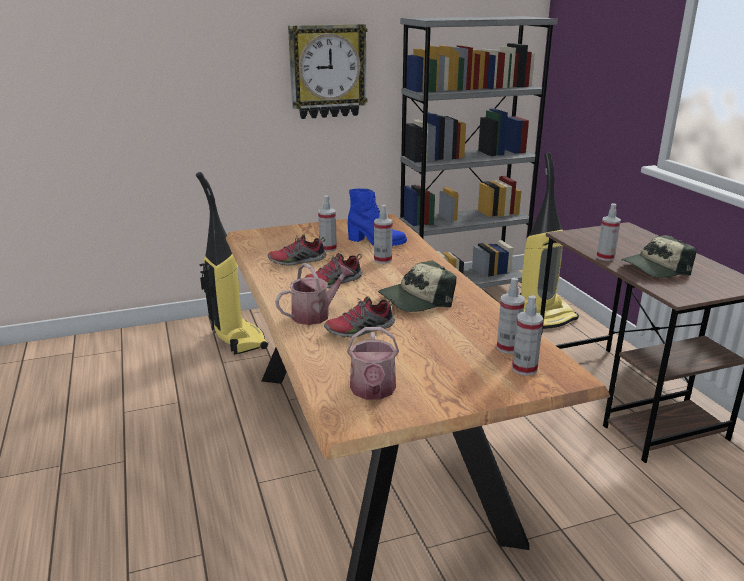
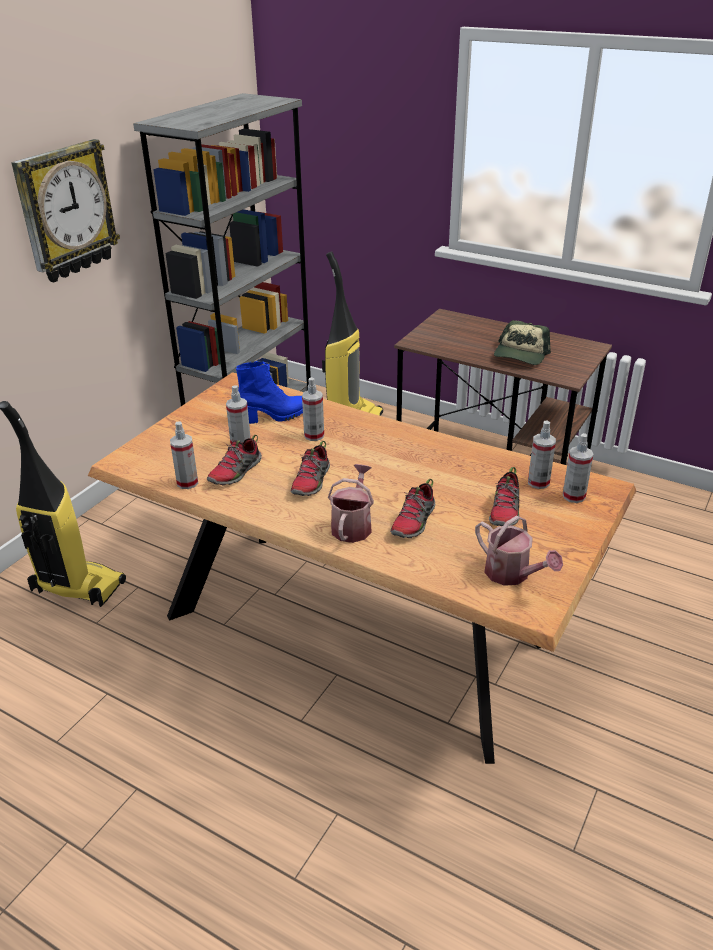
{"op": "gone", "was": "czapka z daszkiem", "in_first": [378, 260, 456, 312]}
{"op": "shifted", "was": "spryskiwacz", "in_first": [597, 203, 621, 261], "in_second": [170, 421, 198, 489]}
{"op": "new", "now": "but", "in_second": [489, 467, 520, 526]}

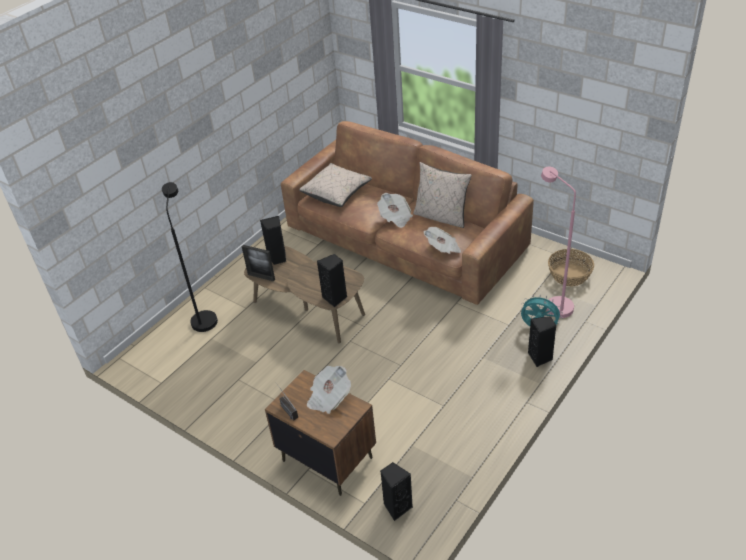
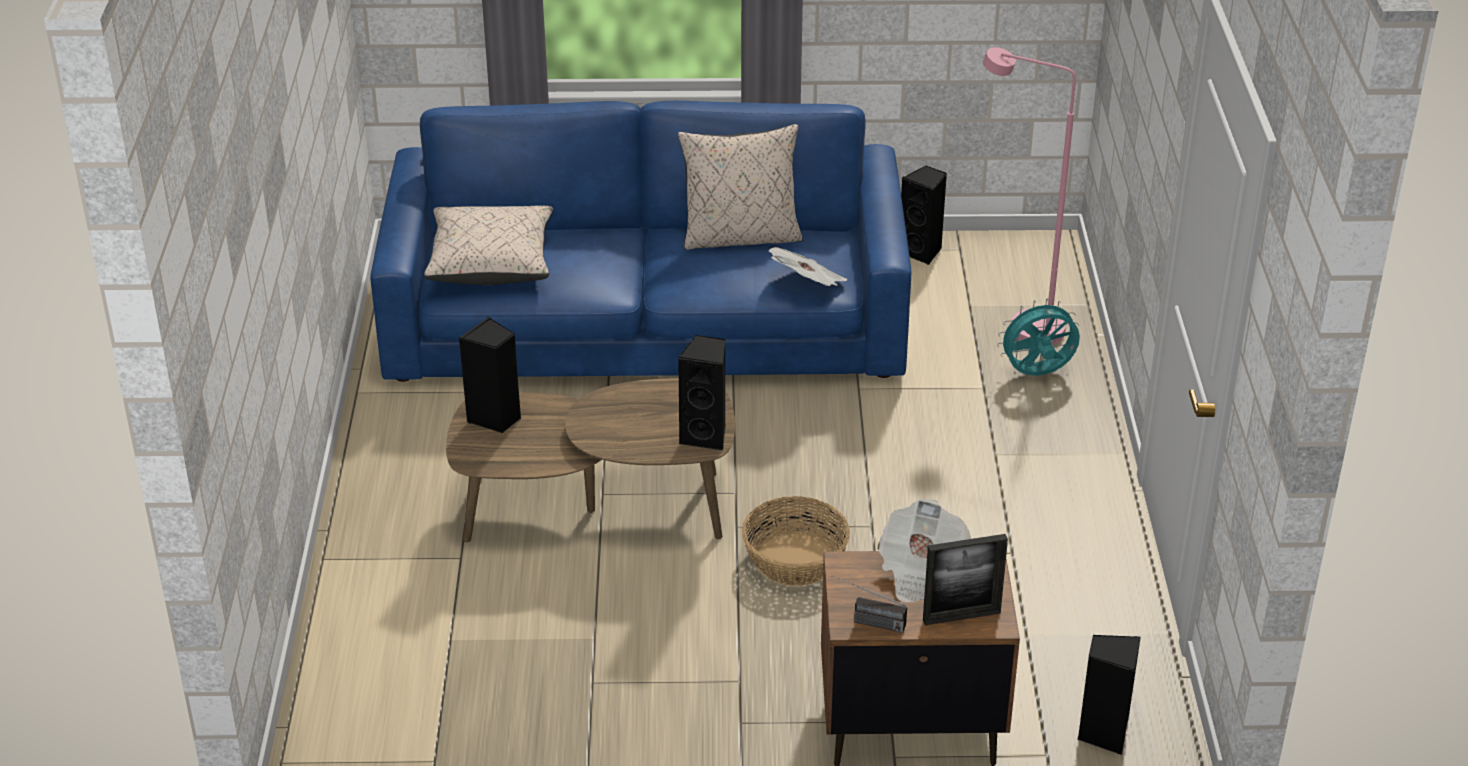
{"op": "gone", "was": "lampa stojąca (czarny)", "in_first": [162, 182, 218, 332]}
{"op": "shifted", "was": "ramka na zdjęcie", "in_first": [242, 245, 275, 281], "in_second": [923, 534, 1008, 625]}
{"op": "repainted", "was": "kanapa (brązowy)", "now": "kanapa (niebieski)", "in_first": [281, 121, 534, 305], "in_second": [370, 101, 911, 382]}
{"op": "gone", "was": "gazeta", "in_first": [377, 193, 413, 228]}
{"op": "shifted", "was": "głośnik (czarny)", "in_first": [528, 316, 557, 367], "in_second": [901, 165, 947, 265]}
{"op": "shifted", "was": "koszyk", "in_first": [548, 249, 594, 286], "in_second": [742, 496, 850, 586]}

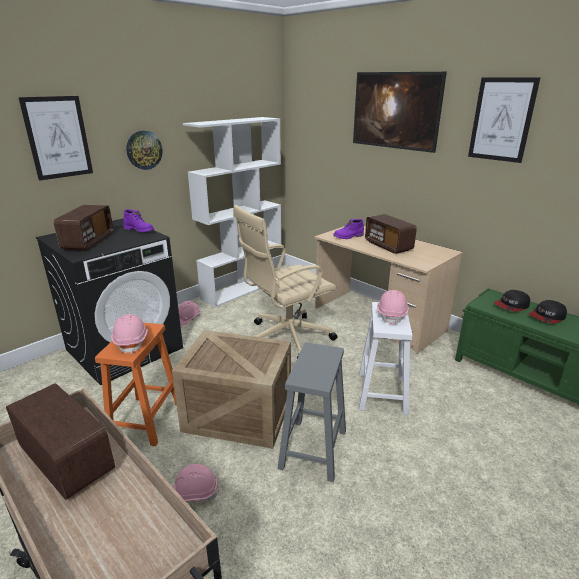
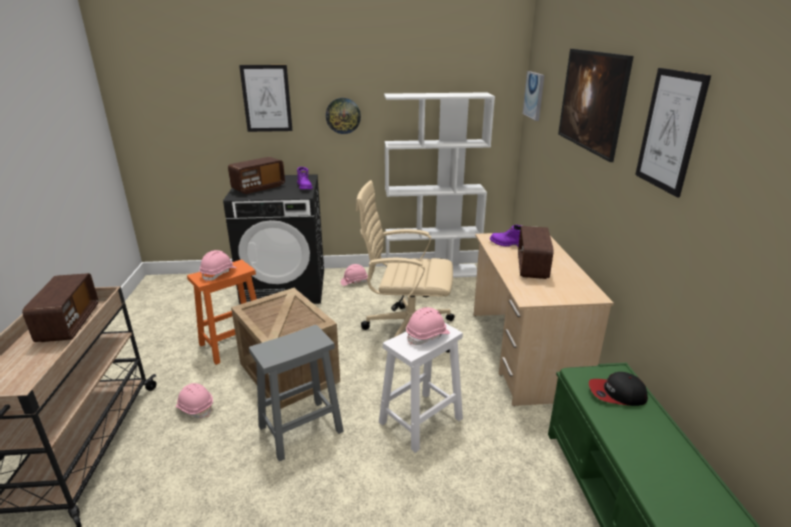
{"op": "gone", "was": "czapka z daszkiem", "in_first": [529, 300, 567, 323]}
{"op": "new", "now": "obraz", "in_second": [523, 71, 544, 121]}

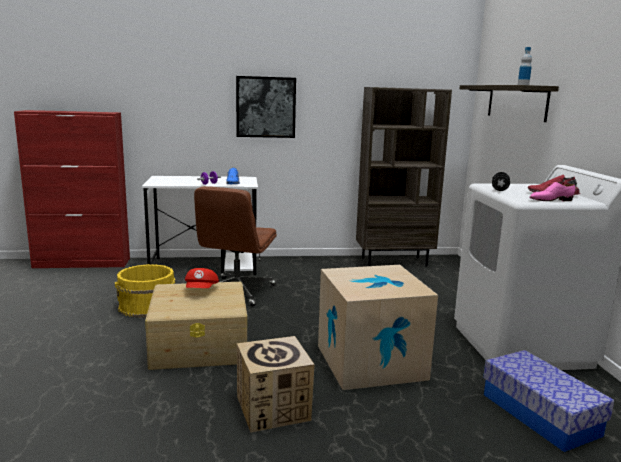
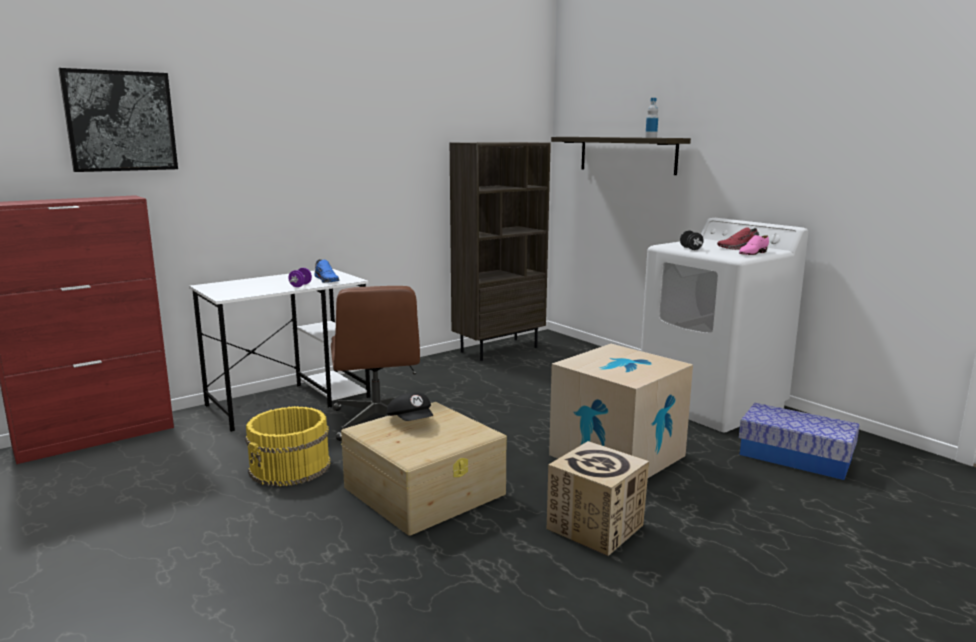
{"op": "repainted", "was": "czapka z daszkiem (czerwony)", "now": "czapka z daszkiem (czarny)", "in_first": [185, 268, 219, 288], "in_second": [387, 392, 433, 421]}
{"op": "shifted", "was": "obraz", "in_first": [236, 76, 296, 138], "in_second": [58, 68, 178, 172]}

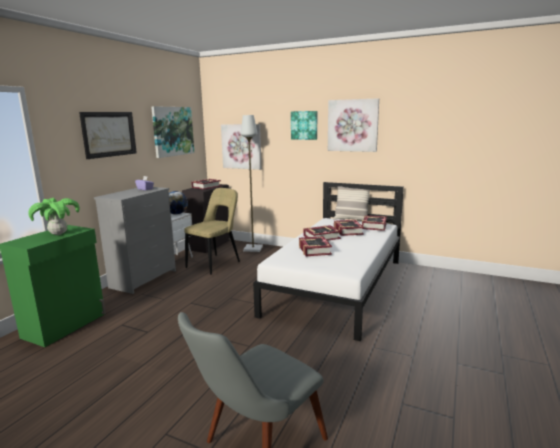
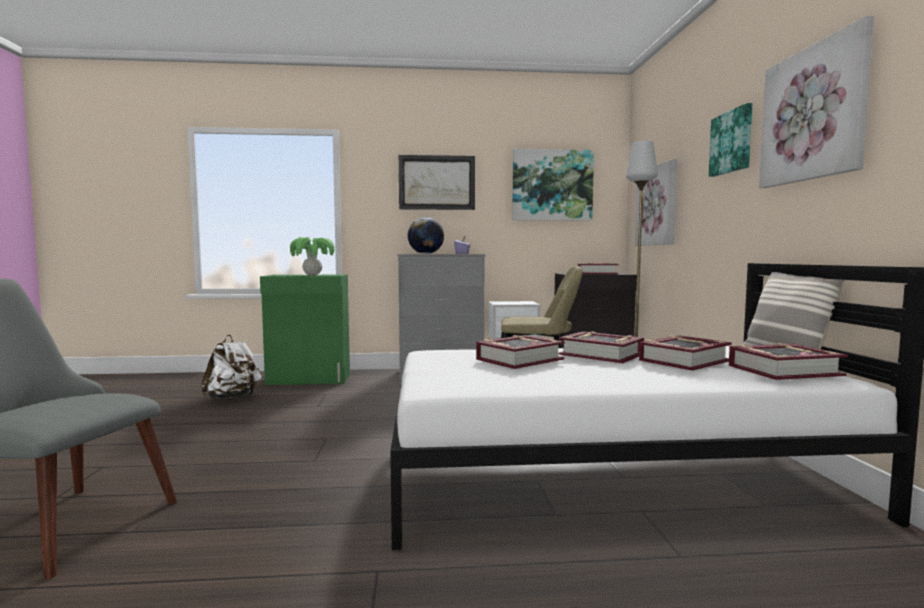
{"op": "shifted", "was": "globus", "in_first": [169, 191, 188, 215], "in_second": [408, 217, 444, 254]}
{"op": "new", "now": "plecak (biały)", "in_second": [201, 335, 261, 399]}

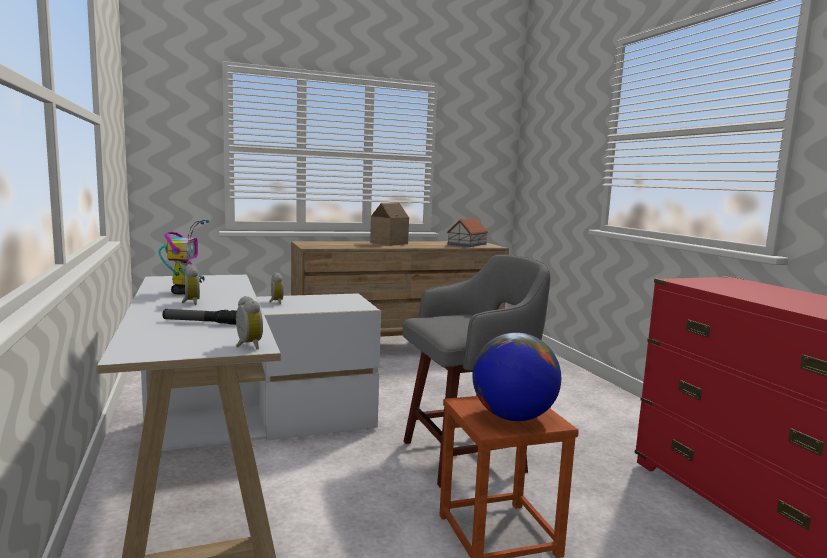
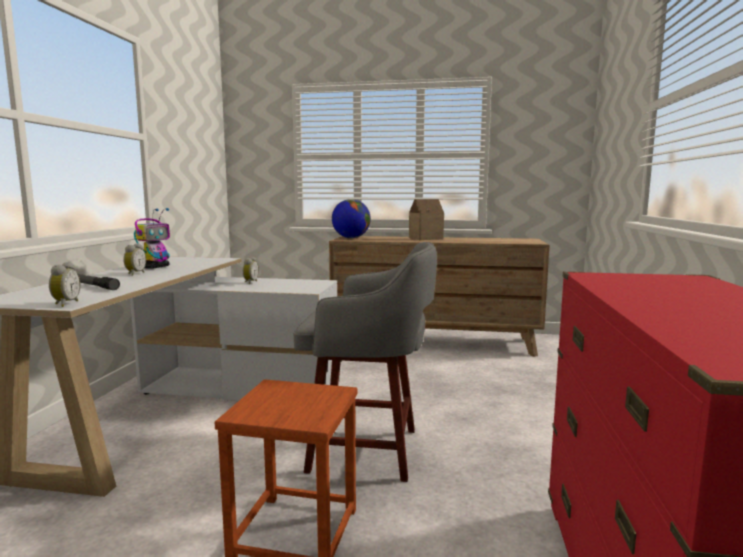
{"op": "gone", "was": "domek", "in_first": [447, 218, 488, 247]}
{"op": "shifted", "was": "globus", "in_first": [472, 332, 561, 421], "in_second": [332, 199, 371, 238]}

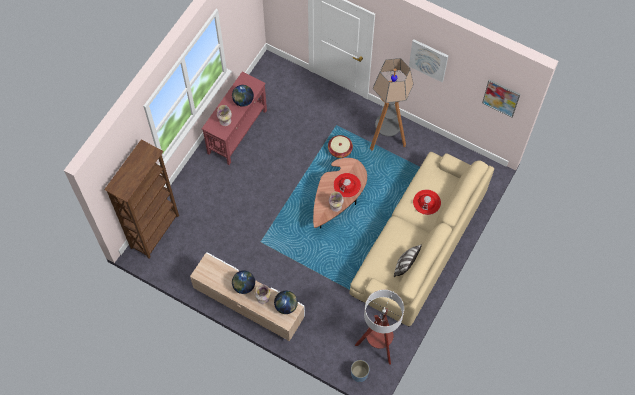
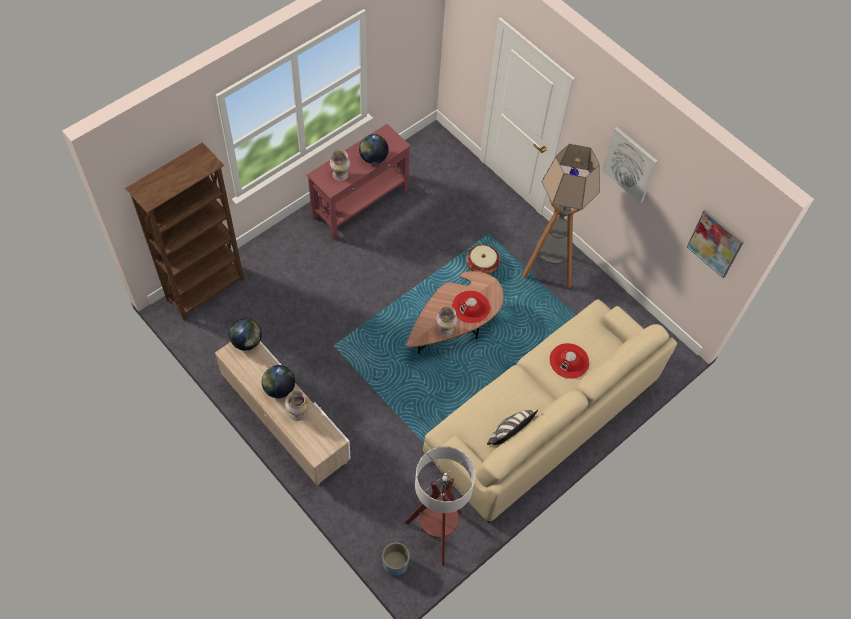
{"op": "shifted", "was": "globus", "in_first": [274, 291, 298, 314], "in_second": [229, 318, 262, 351]}

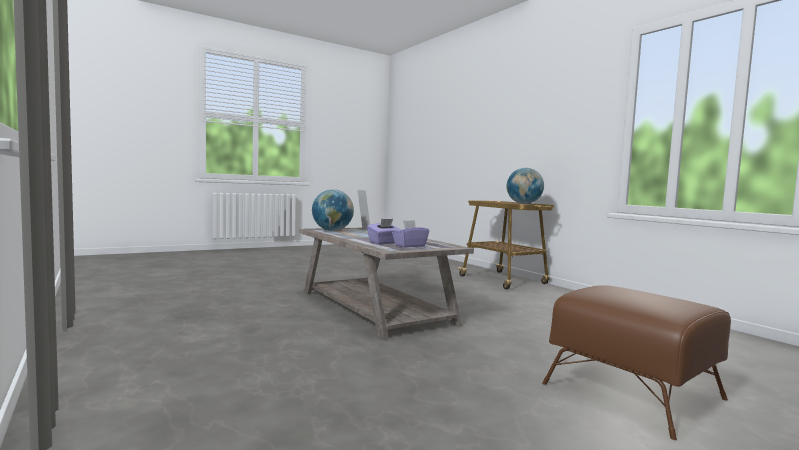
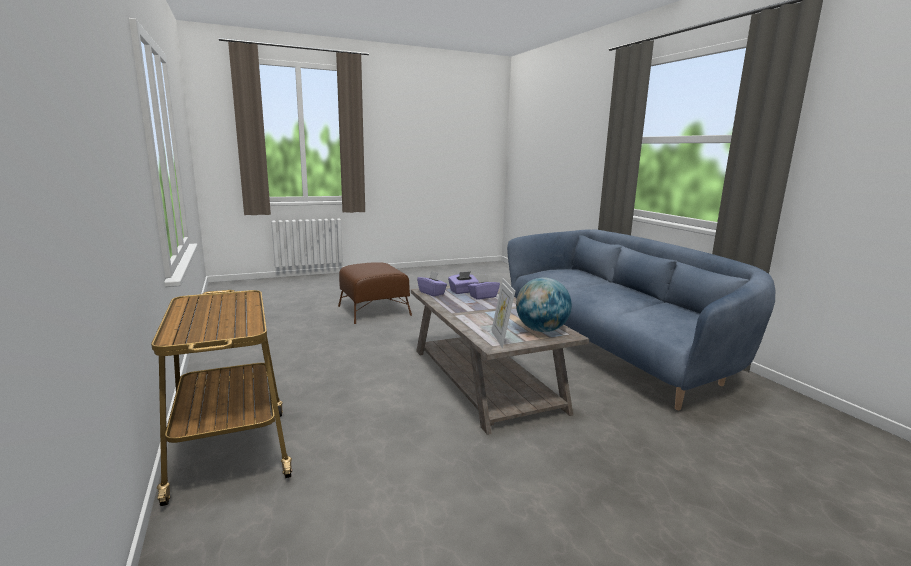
{"op": "gone", "was": "globus", "in_first": [507, 168, 544, 204]}
{"op": "new", "now": "pudełko chusteczek (fioletowy)", "in_second": [417, 271, 447, 297]}
{"op": "new", "now": "kanapa (niebieski)", "in_second": [507, 229, 775, 410]}

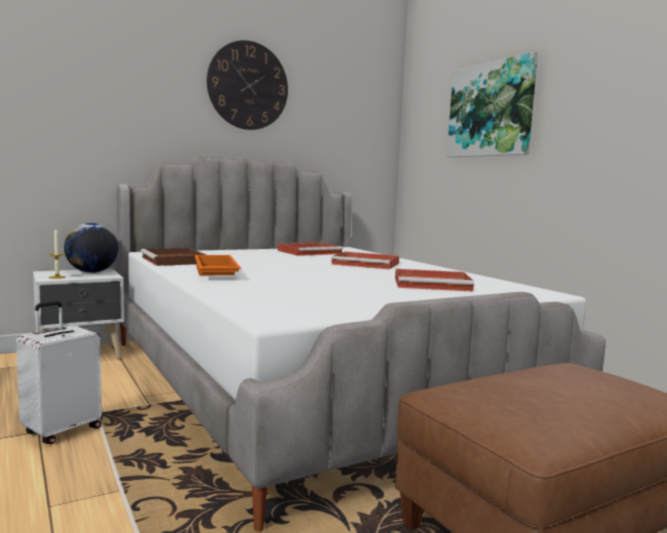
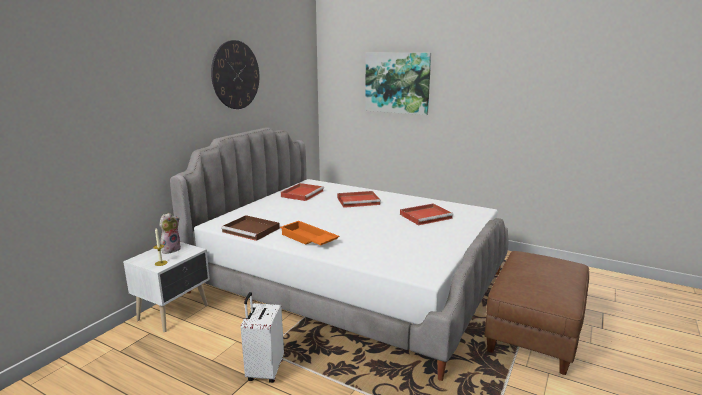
{"op": "swapped", "was": "globus", "now": "pluszak", "in_first": [64, 223, 118, 273], "in_second": [160, 213, 181, 254]}

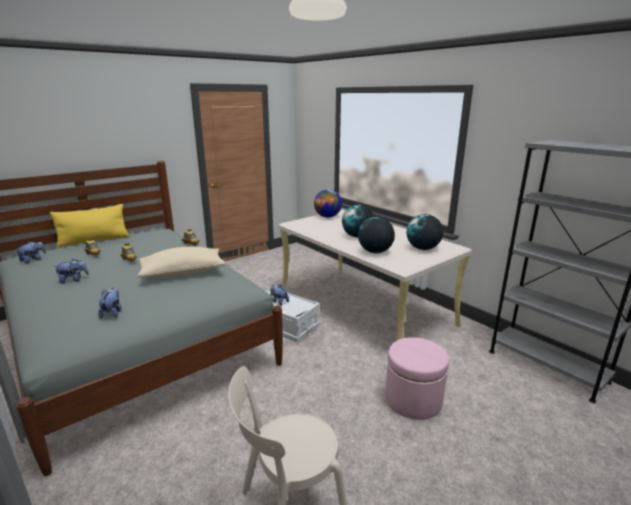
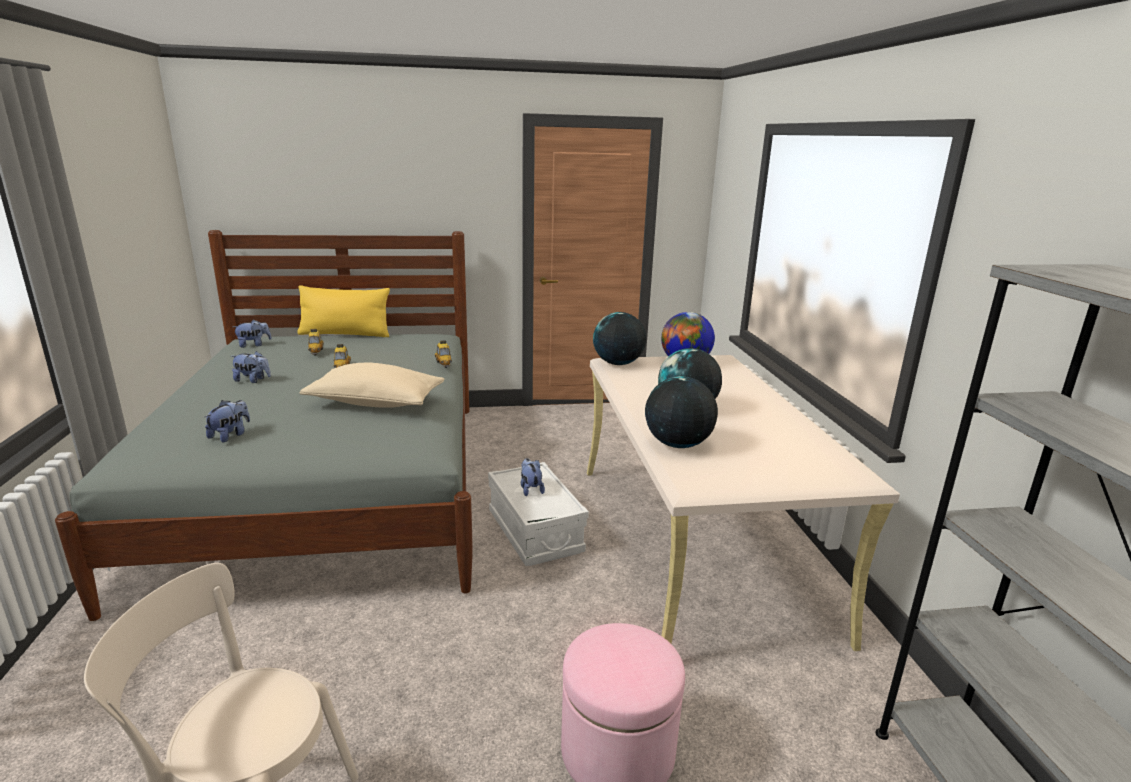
{"op": "shifted", "was": "globus", "in_first": [407, 214, 443, 250], "in_second": [593, 312, 646, 365]}

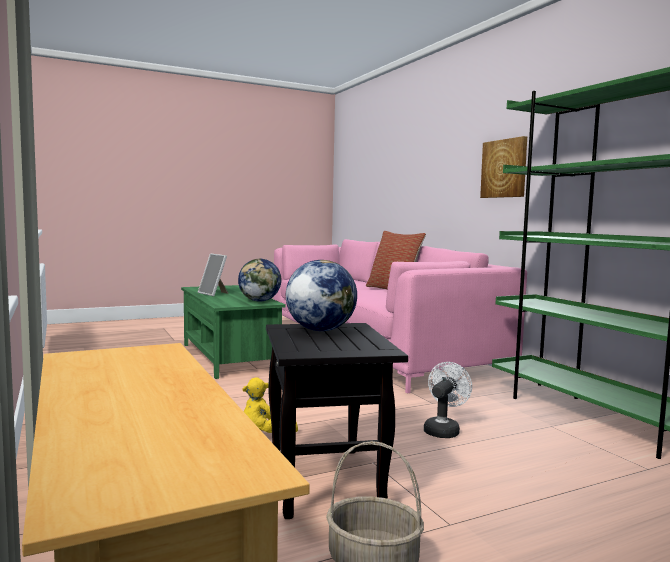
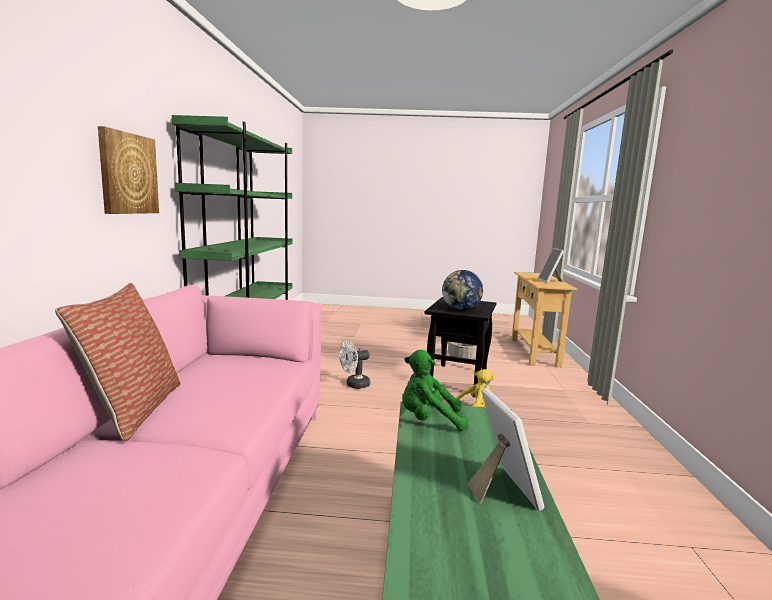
{"op": "swapped", "was": "globus", "now": "pluszak (zielony)", "in_first": [238, 259, 281, 302], "in_second": [402, 350, 468, 431]}
{"op": "new", "now": "ramka na zdjęcie", "in_second": [538, 248, 564, 283]}

